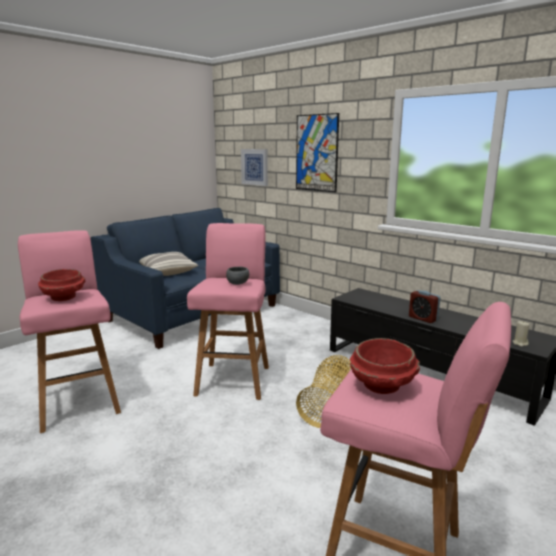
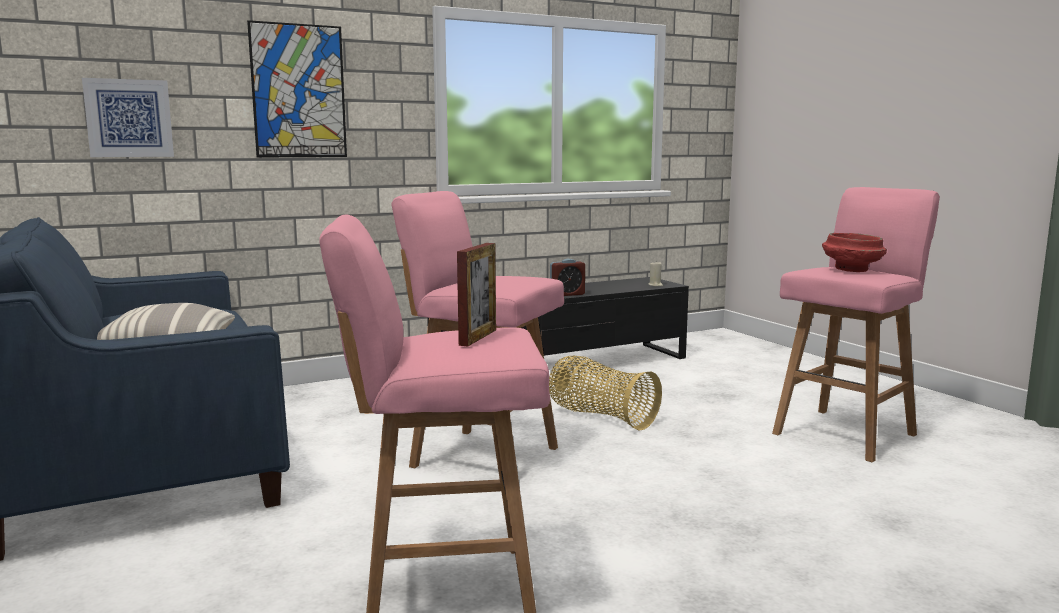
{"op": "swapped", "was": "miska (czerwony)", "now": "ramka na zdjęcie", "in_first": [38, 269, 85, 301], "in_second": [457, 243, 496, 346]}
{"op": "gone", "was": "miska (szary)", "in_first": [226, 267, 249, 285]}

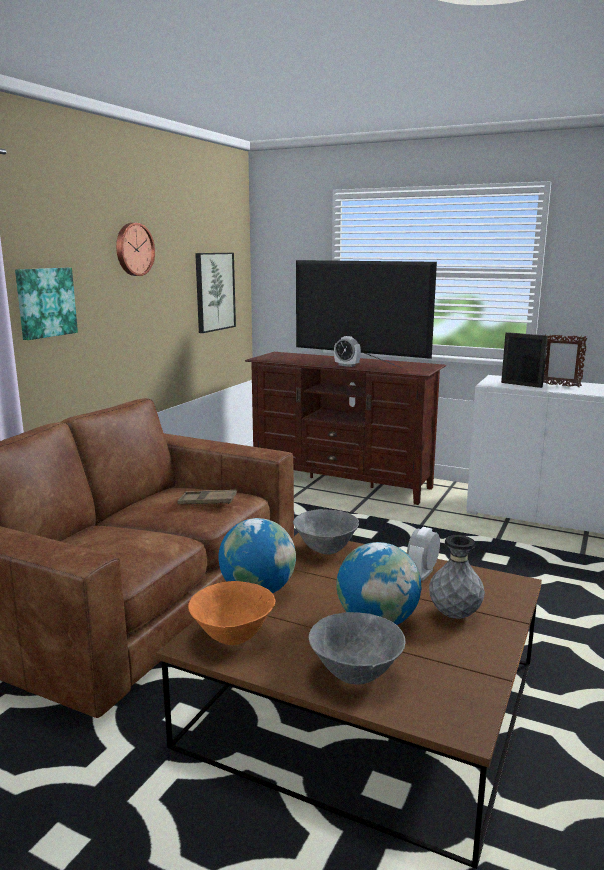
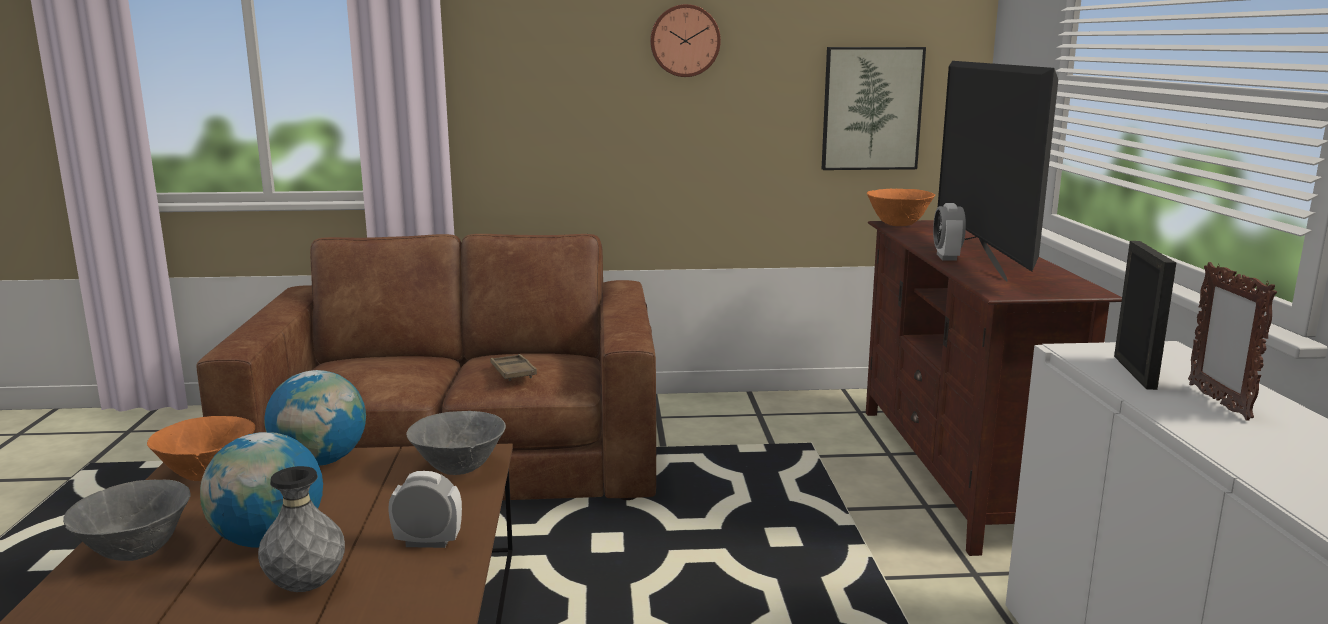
{"op": "gone", "was": "obraz", "in_first": [15, 268, 78, 340]}
{"op": "new", "now": "miska (pomarańczowy)", "in_second": [867, 189, 935, 226]}

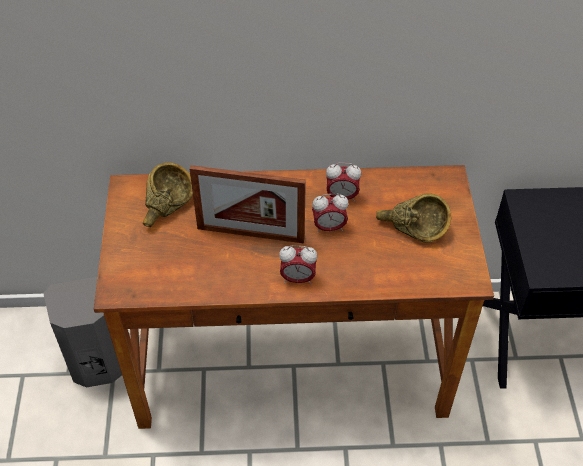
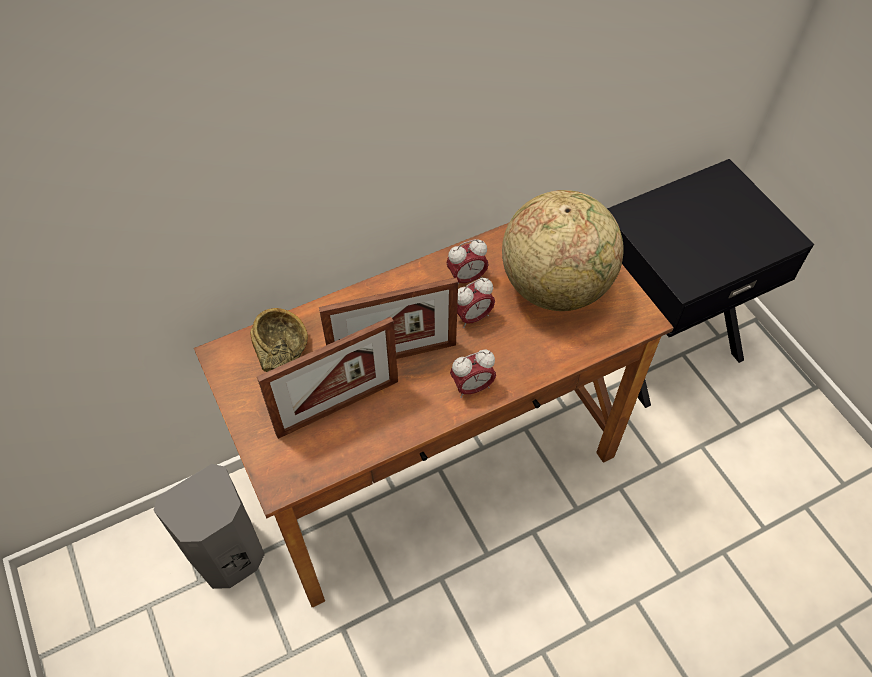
{"op": "swapped", "was": "miska (brązowy)", "now": "globus", "in_first": [376, 193, 451, 243], "in_second": [502, 190, 624, 311]}
{"op": "new", "now": "ramka na zdjęcie", "in_second": [257, 317, 398, 439]}

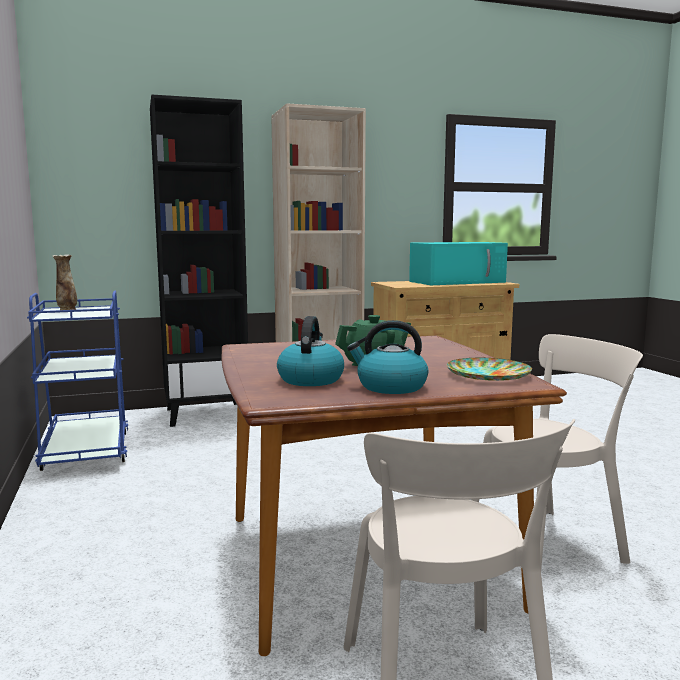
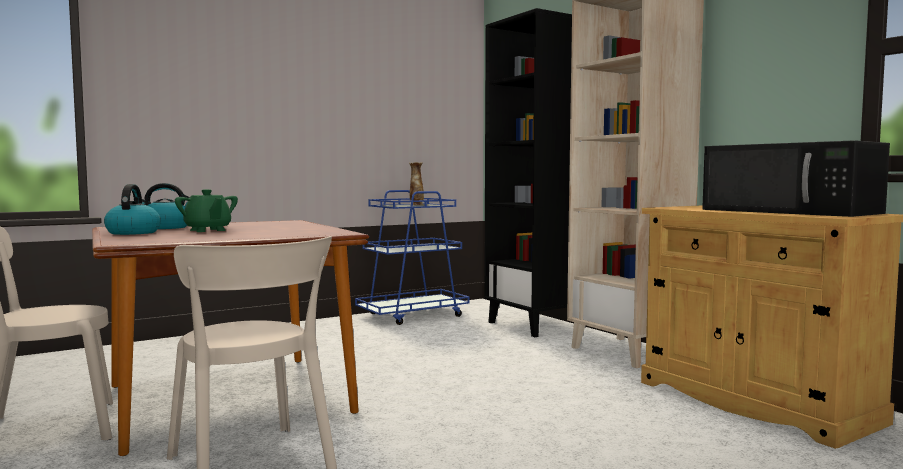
{"op": "repainted", "was": "mikrofalówka (turkusowy)", "now": "mikrofalówka (czarny)", "in_first": [409, 242, 508, 285], "in_second": [702, 140, 890, 217]}
{"op": "gone", "was": "talerz", "in_first": [447, 358, 532, 381]}

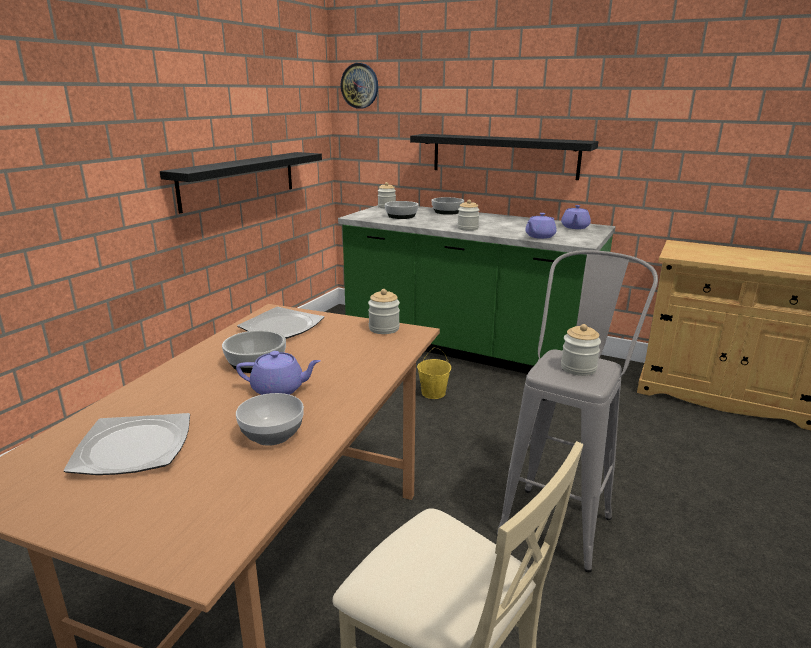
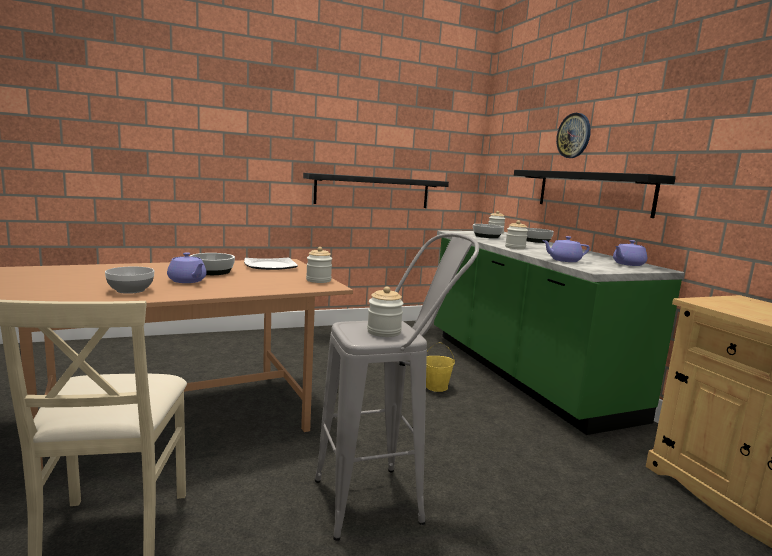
{"op": "gone", "was": "talerz", "in_first": [64, 413, 190, 475]}
{"op": "shifted", "was": "zegar ścienny", "in_first": [341, 63, 378, 109], "in_second": [556, 113, 591, 158]}

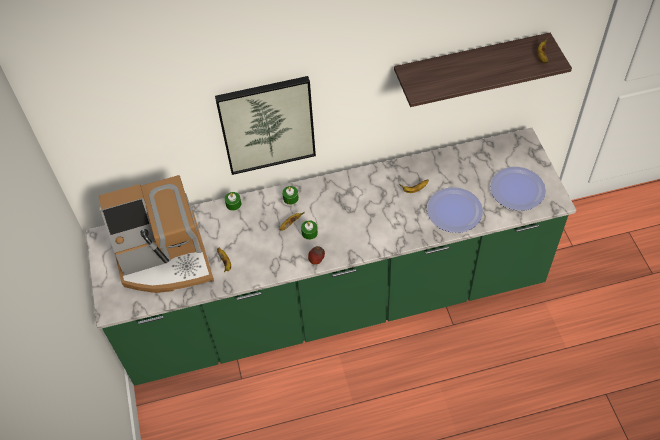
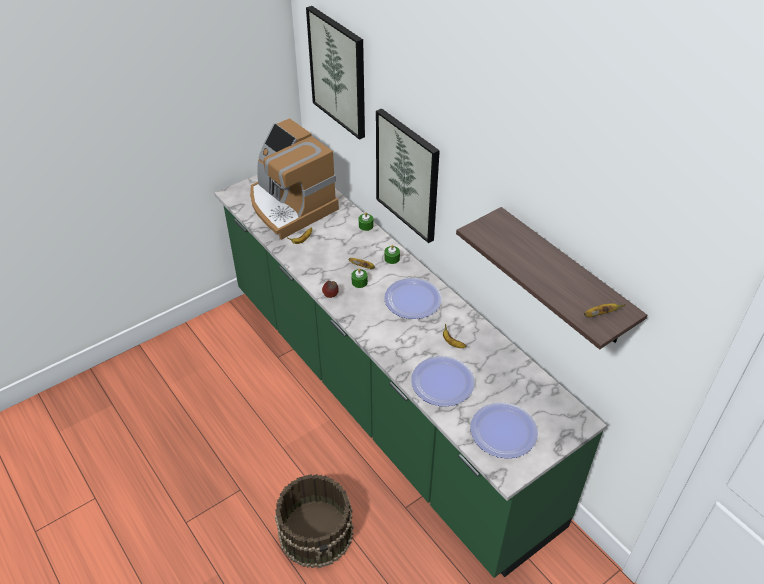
{"op": "new", "now": "wiadro (brązowy)", "in_second": [275, 474, 353, 568]}
{"op": "new", "now": "obraz", "in_second": [306, 6, 365, 140]}
{"op": "new", "now": "talerz", "in_second": [384, 278, 442, 319]}

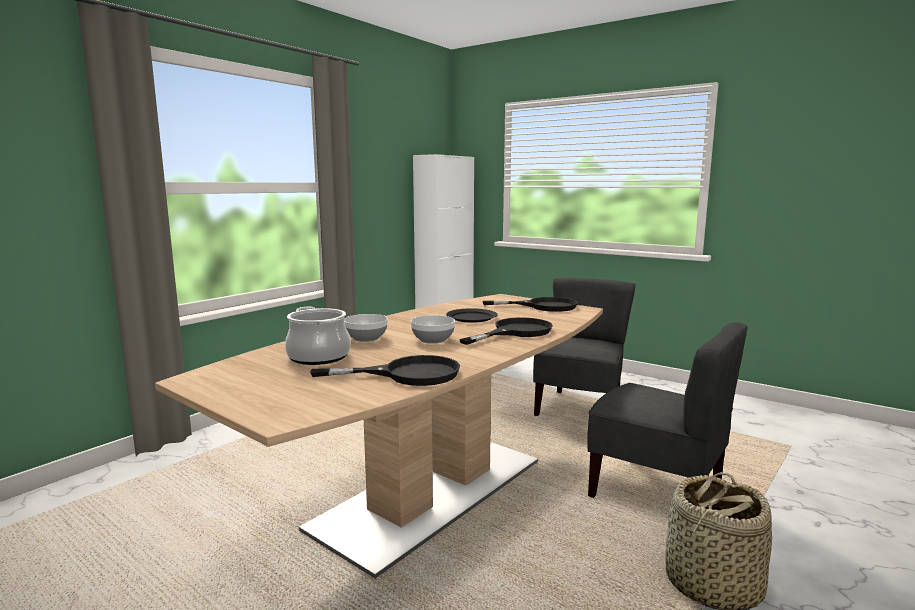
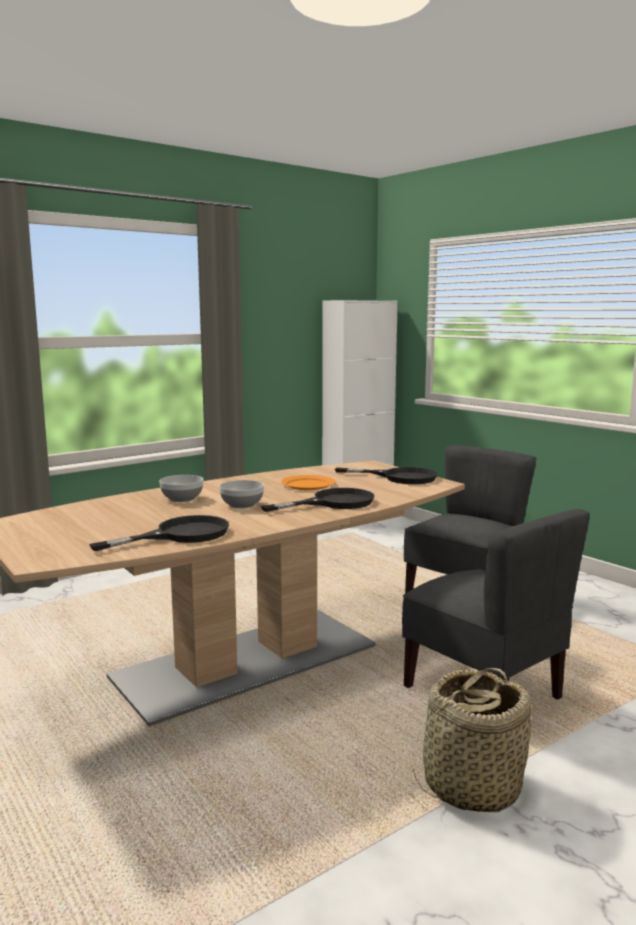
{"op": "gone", "was": "garnek", "in_first": [285, 306, 351, 365]}
{"op": "rotated", "was": "patelnia (czarny)", "in_first": [310, 355, 460, 386], "in_second": [89, 515, 229, 551], "clockwise": -45}
{"op": "repainted", "was": "talerz (czarny)", "now": "talerz (pomarańczowy)", "in_first": [446, 308, 498, 323], "in_second": [281, 475, 336, 490]}

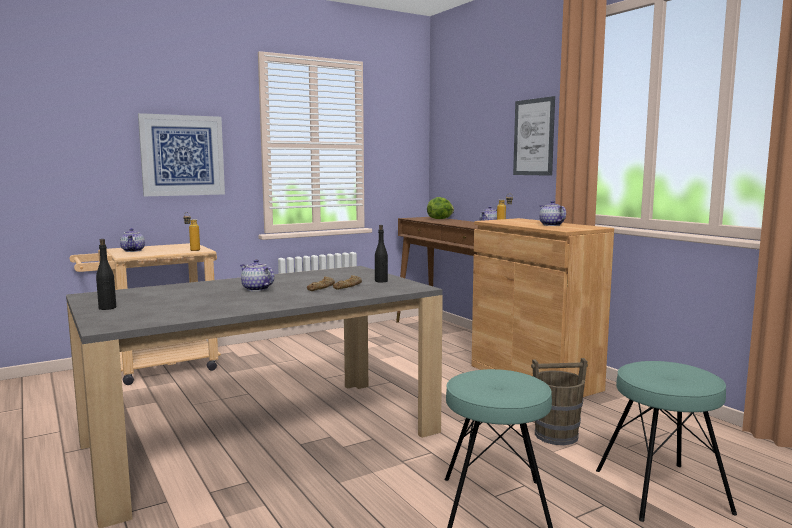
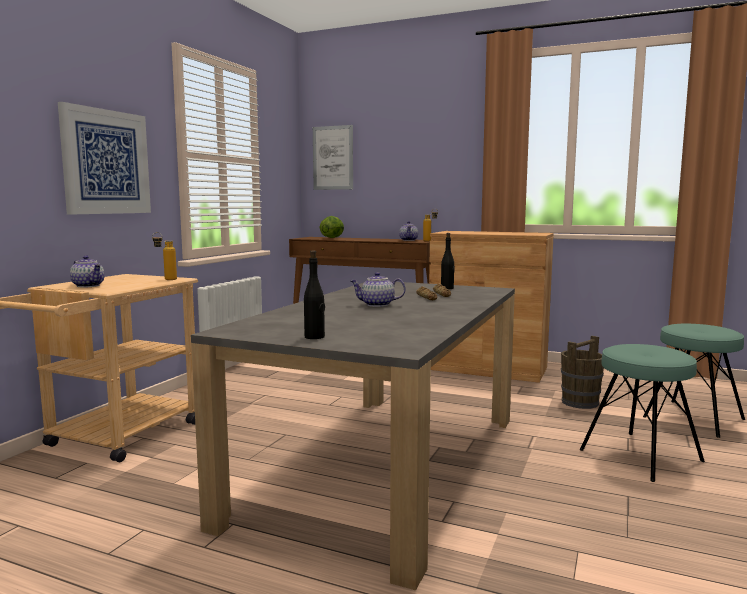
{"op": "shifted", "was": "obraz", "in_first": [513, 96, 555, 176], "in_second": [313, 125, 353, 190]}
{"op": "gone", "was": "imbryk", "in_first": [539, 201, 566, 226]}

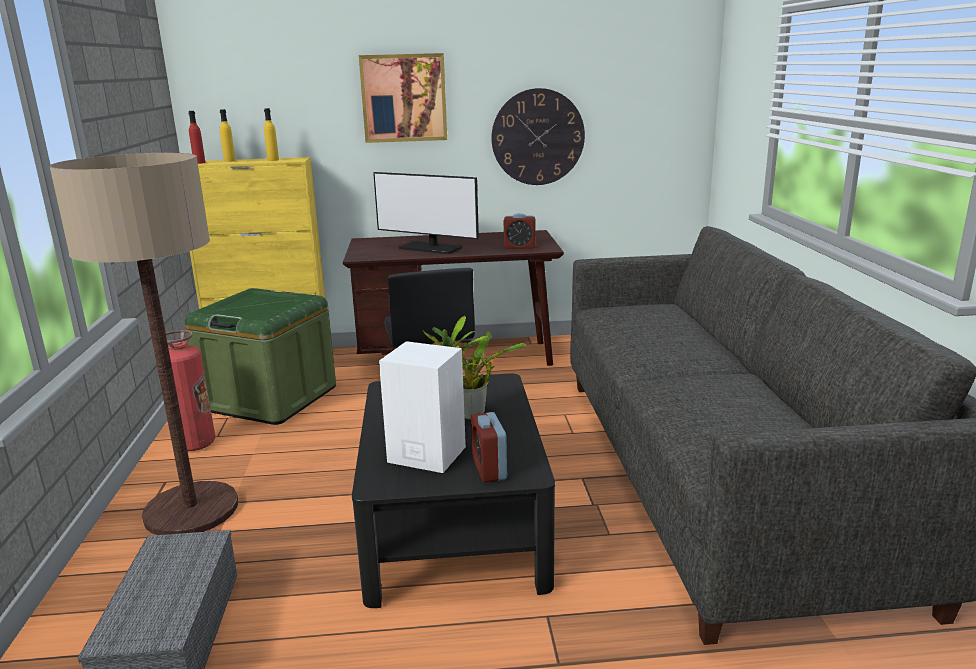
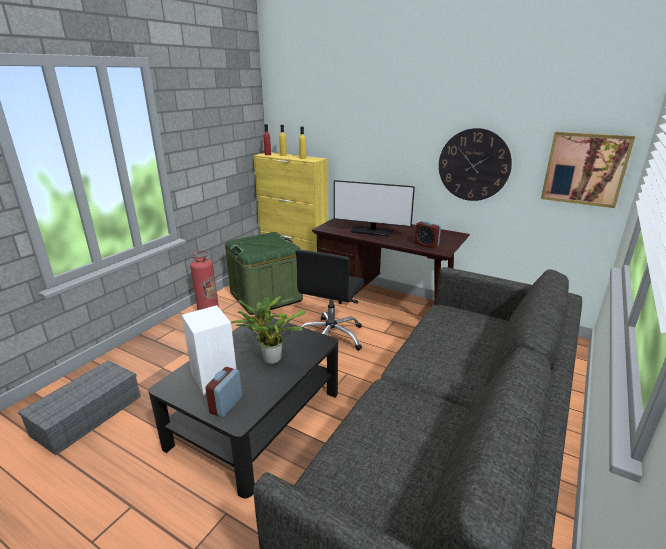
{"op": "gone", "was": "lampa stojąca", "in_first": [49, 153, 238, 535]}
{"op": "shifted", "was": "obraz", "in_first": [359, 53, 447, 143], "in_second": [541, 132, 635, 208]}
{"op": "rotated", "was": "monitor", "in_first": [373, 172, 479, 254], "in_second": [334, 180, 415, 237], "clockwise": -45}

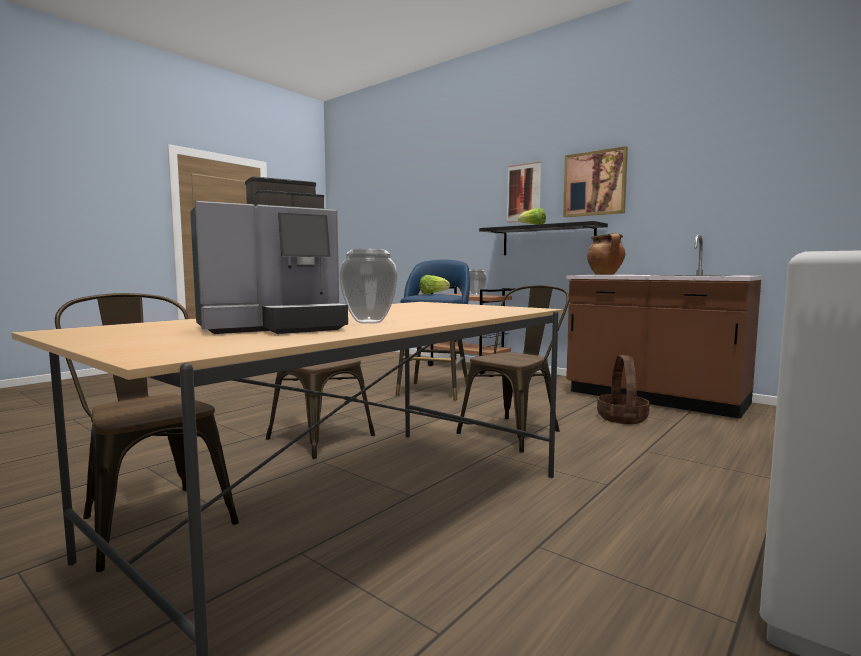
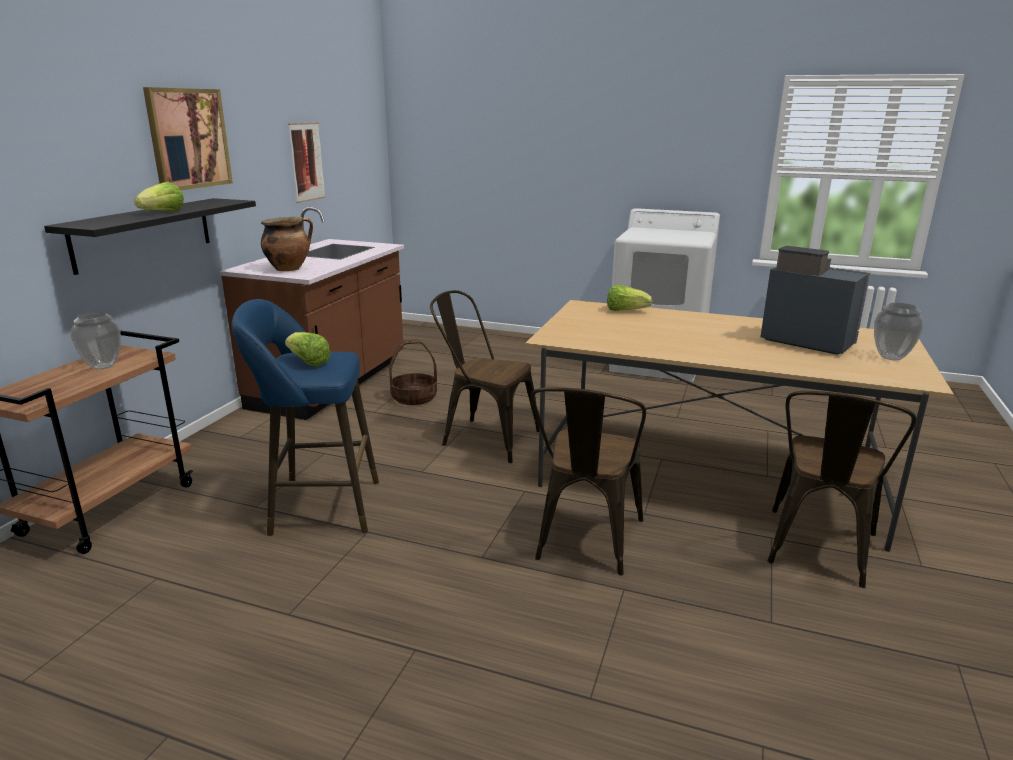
{"op": "shifted", "was": "wazon", "in_first": [339, 249, 398, 324], "in_second": [874, 303, 924, 360]}
{"op": "shifted", "was": "obraz", "in_first": [507, 161, 541, 223], "in_second": [288, 122, 326, 203]}
{"op": "new", "now": "sałata", "in_second": [607, 285, 652, 311]}

